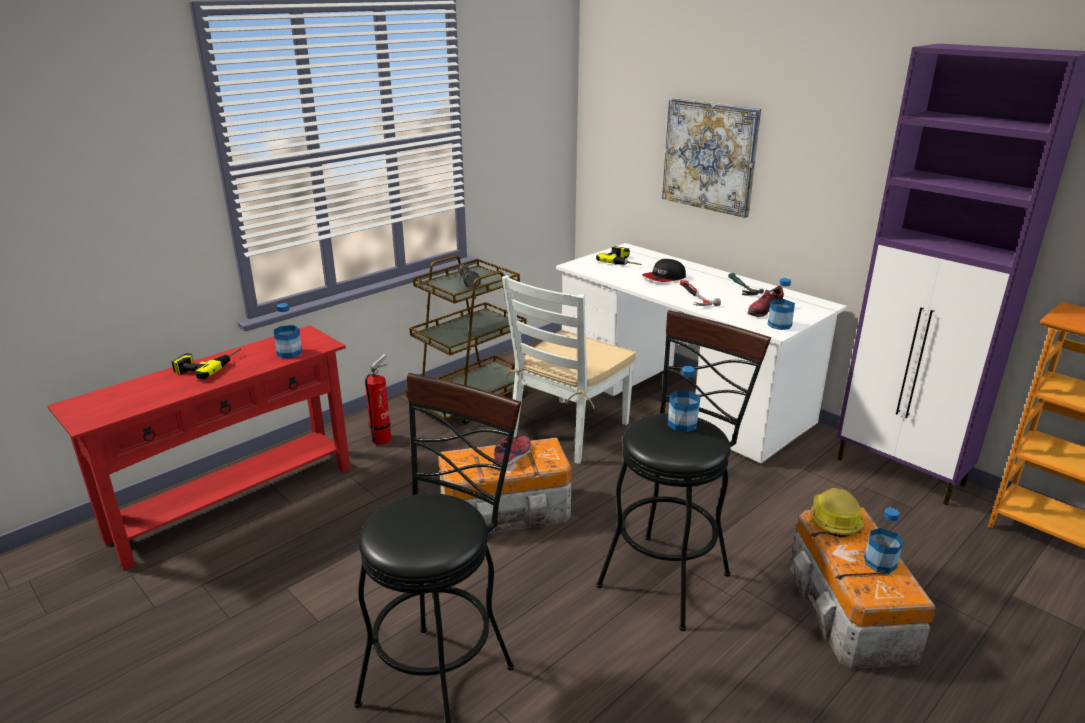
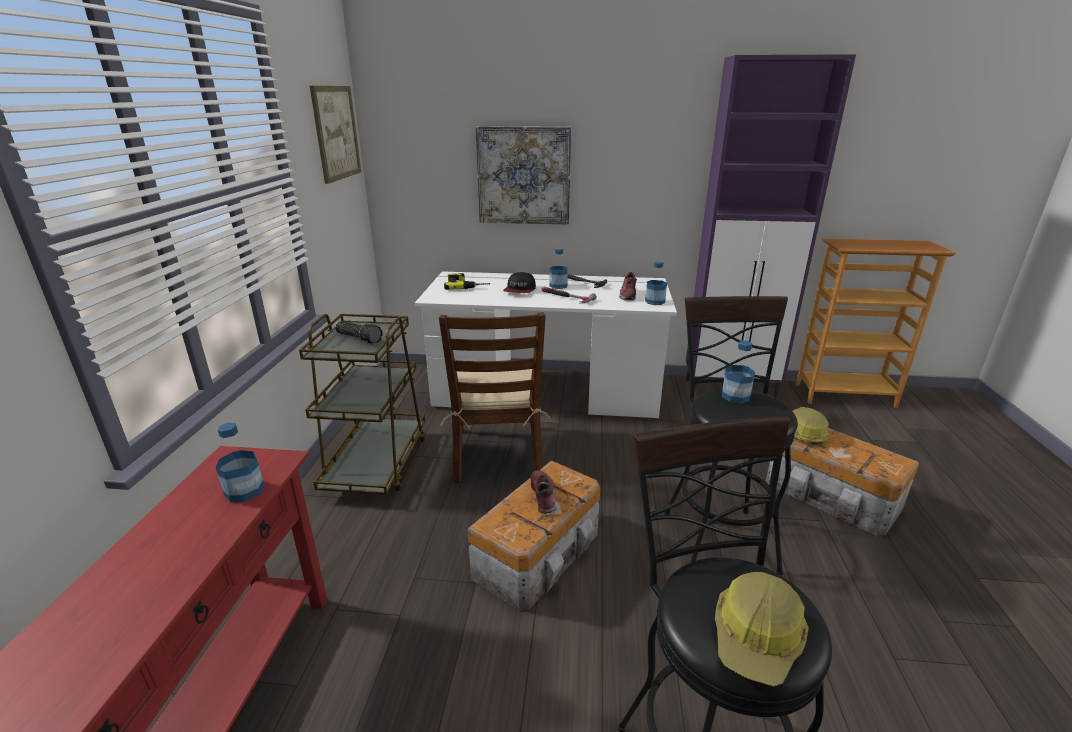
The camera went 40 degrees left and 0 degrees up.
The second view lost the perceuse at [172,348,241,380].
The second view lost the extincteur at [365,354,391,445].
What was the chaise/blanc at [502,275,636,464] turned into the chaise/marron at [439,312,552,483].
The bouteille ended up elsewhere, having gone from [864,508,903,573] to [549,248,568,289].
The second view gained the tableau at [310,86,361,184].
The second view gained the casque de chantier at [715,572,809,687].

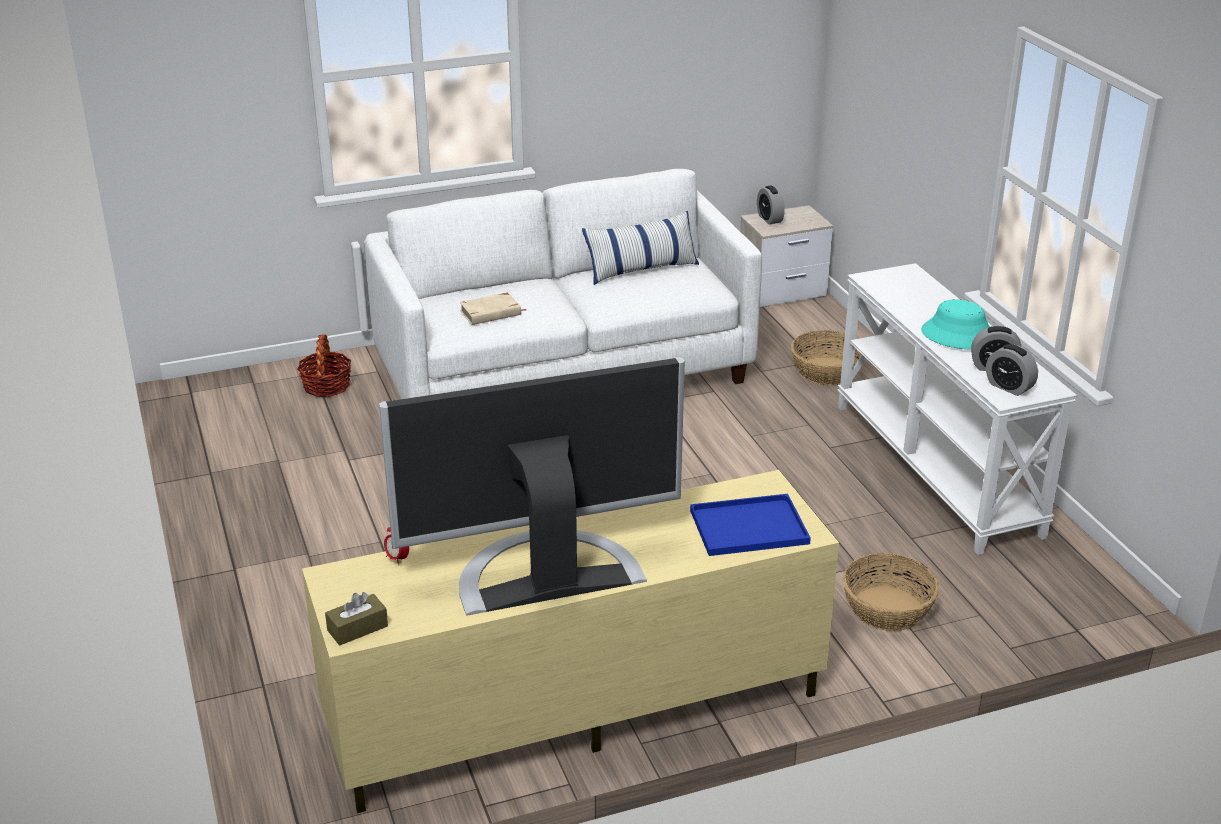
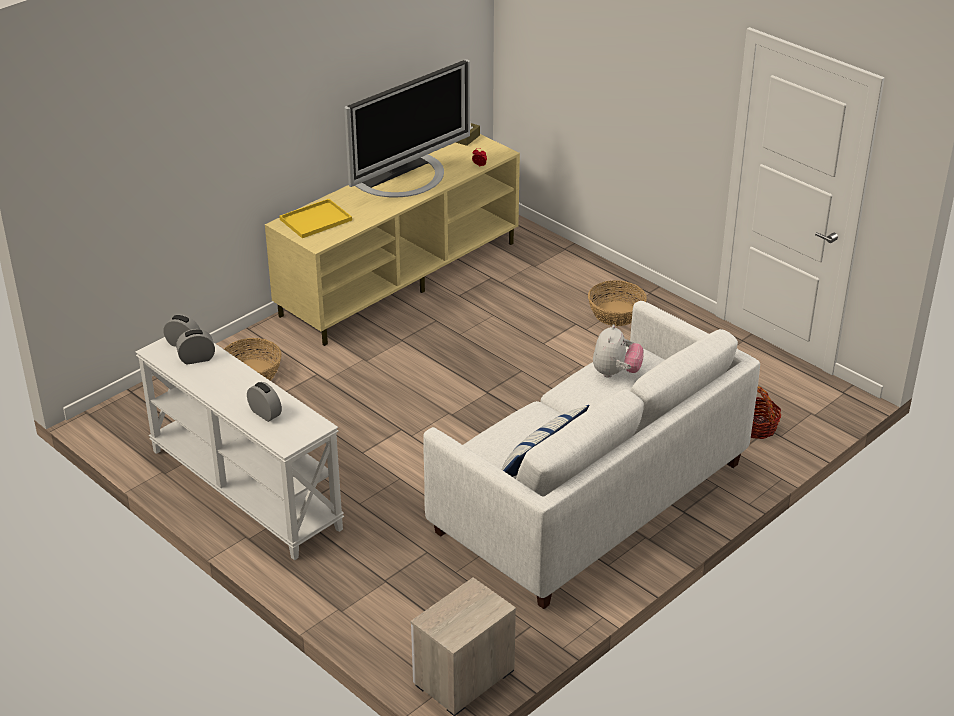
The camera went 155 degrees right and 5 degrees up.
Where the livre/beige stood at [460,292,526,325], the peluche came to stand at [593,324,644,378].
What was the plateau/bleu at [690,494,811,556] turned into the plateau/jaune at [279,199,352,238].
The réveil ended up elsewhere, having gone from [757,186,785,225] to [247,382,282,422].
The panier ended up elsewhere, having gone from [791,330,861,385] to [588,280,647,326].
The second view lost the chapeau/turquoise at [921,299,990,349].

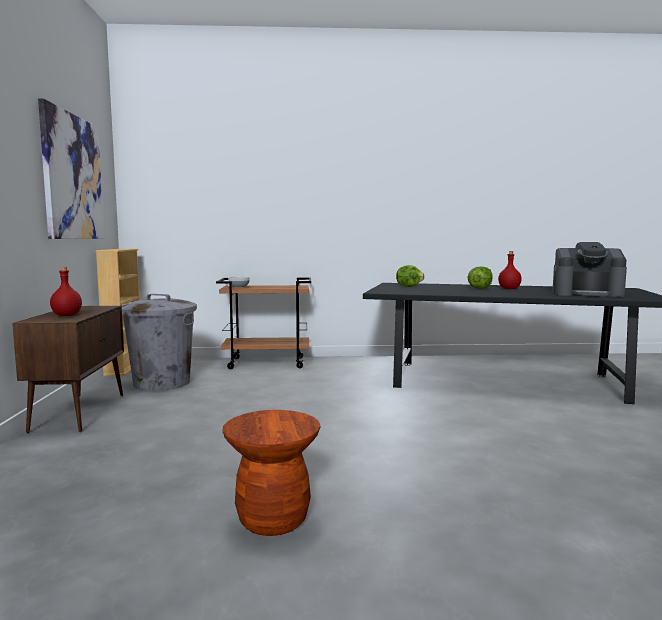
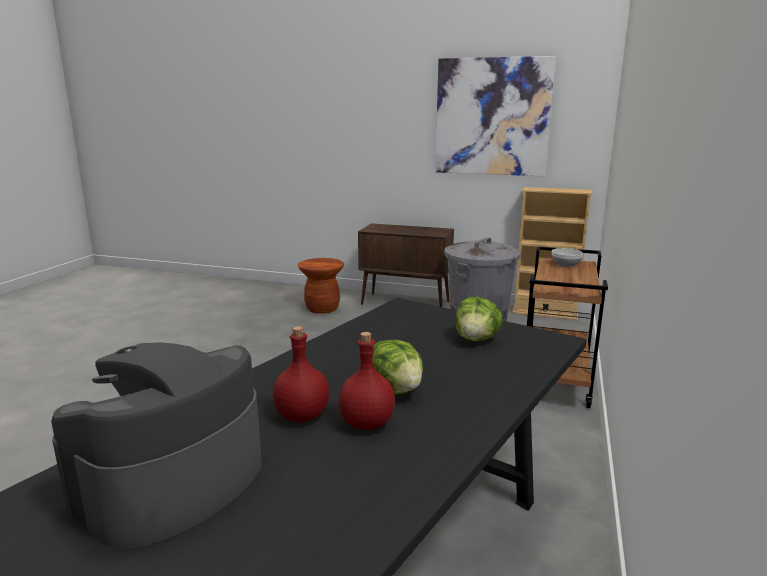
The camera went 110 degrees right and 10 degrees up.
The bouteille/rouge ended up elsewhere, having gone from [50,267,82,316] to [273,326,330,423].
The tabouret/marron ended up elsewhere, having gone from [223,410,320,536] to [298,258,344,314].

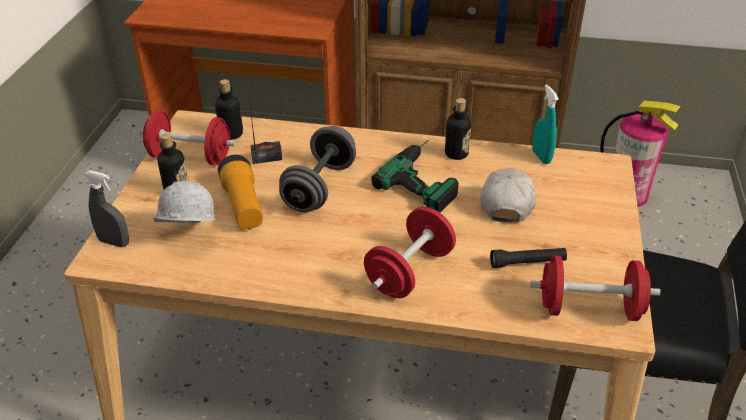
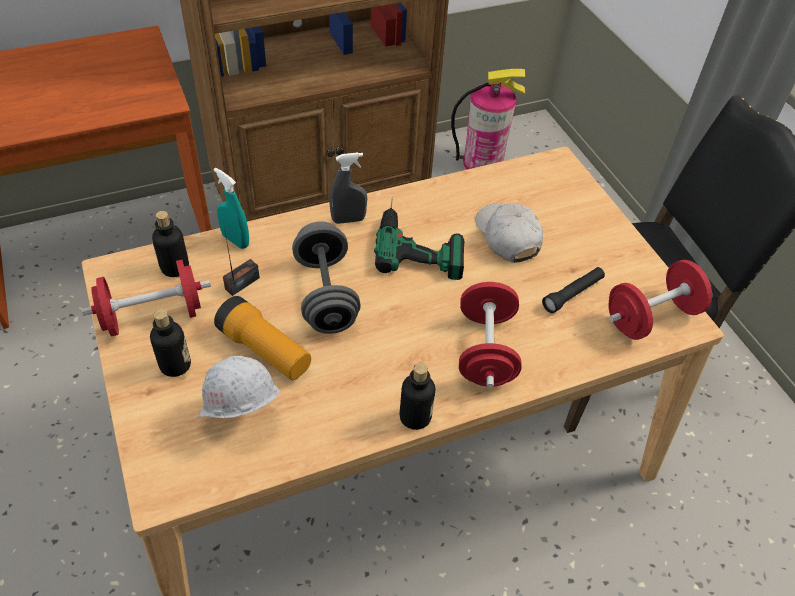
The camera went 35 degrees left and 10 degrees up.
The vaporisateur/gris ended up elsewhere, having gone from [84,170,129,247] to [329,152,367,224].
The bouteille ended up elsewhere, having gone from [445,98,471,160] to [399,363,435,430].
The vaporisateur/turquoise ended up elsewhere, having gone from [532,84,559,164] to [214,168,249,249].

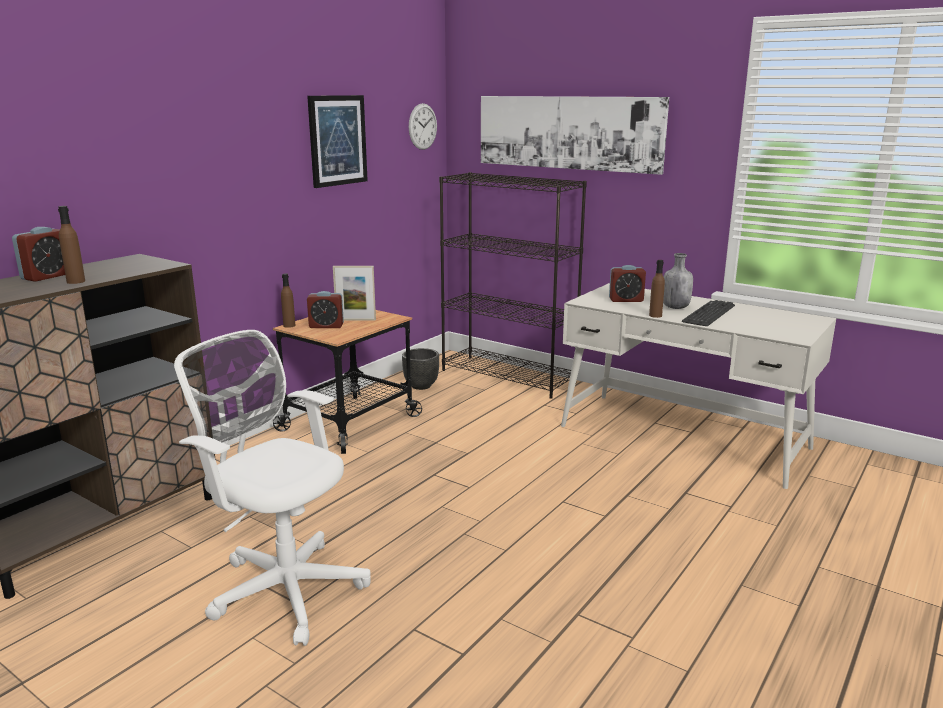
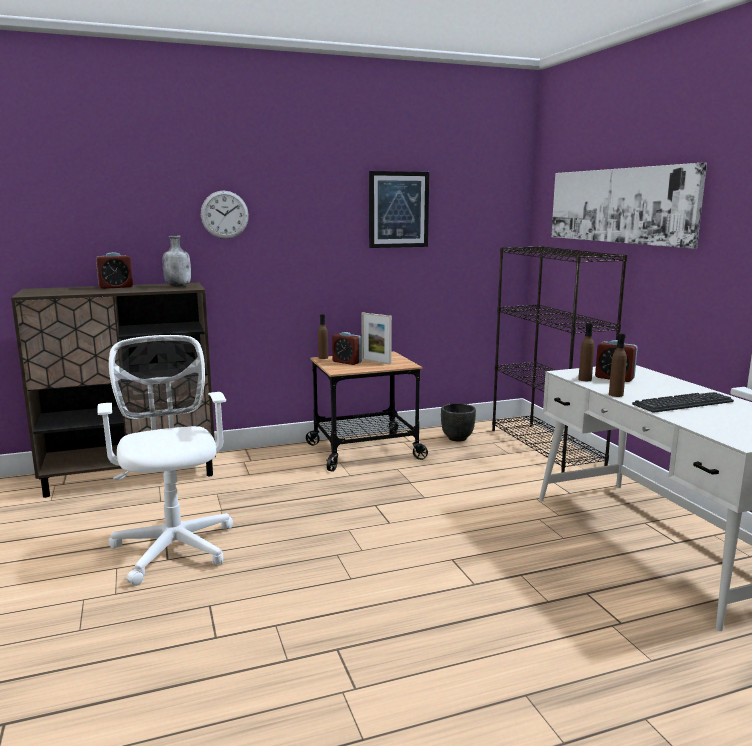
The camera went 35 degrees right and 5 degrees down.
The bouteille/marron ended up elsewhere, having gone from [58,206,85,284] to [578,323,594,381].
The horloge murale ended up elsewhere, having gone from [409,103,437,150] to [201,190,249,239].
The bouteille/gris ended up elsewhere, having gone from [663,253,693,309] to [162,235,191,287].

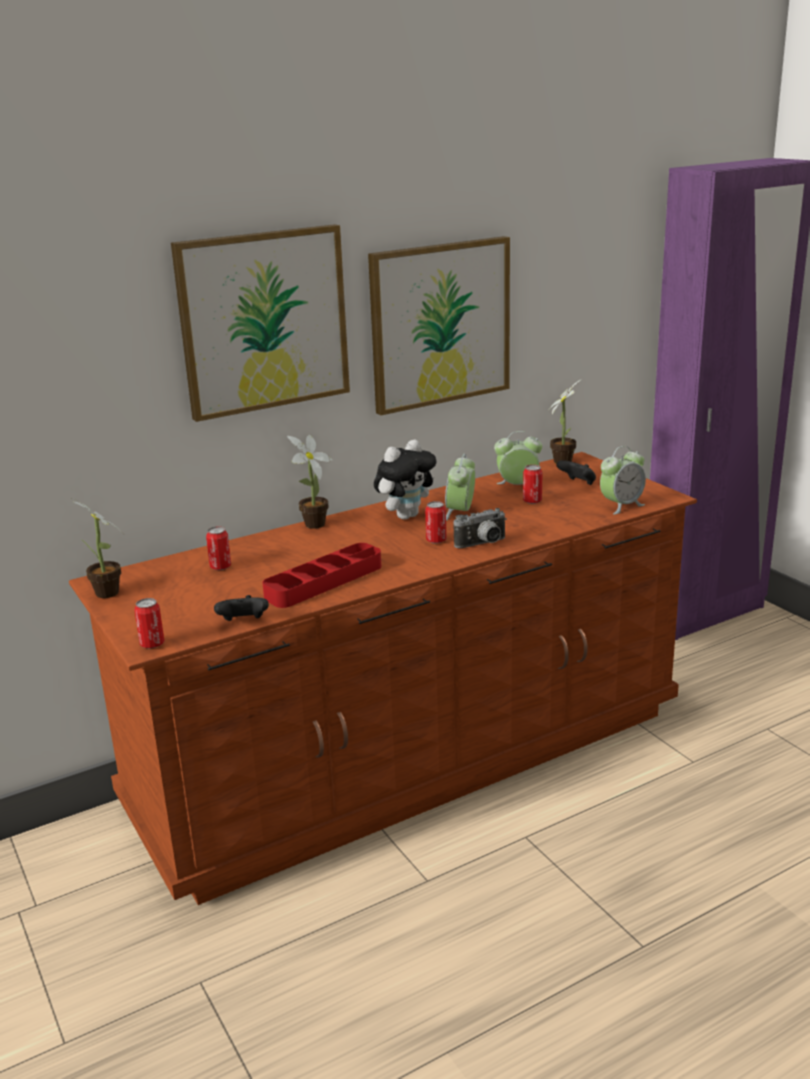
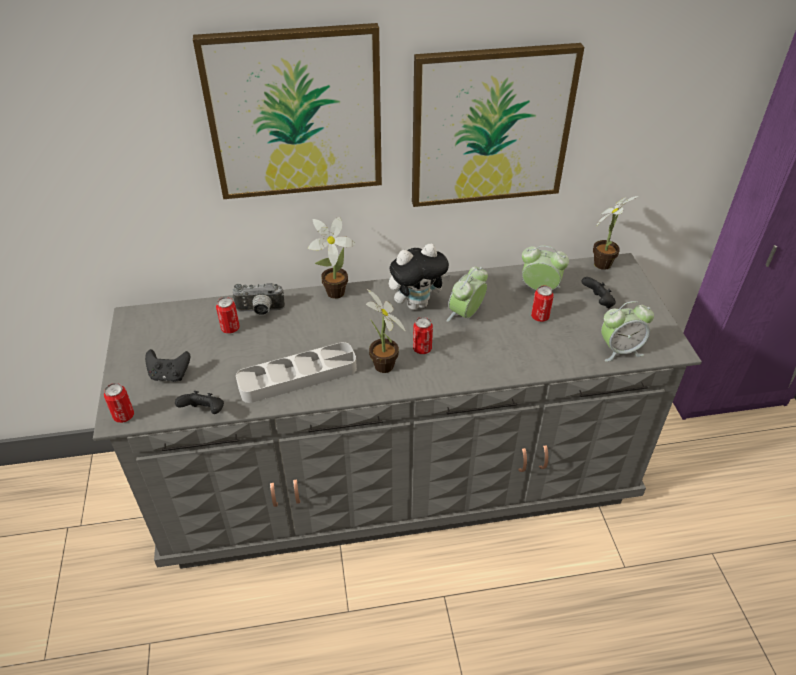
The camera went 20 degrees right and 20 degrees up.
What was the commode/marron at [69,452,697,905] turned into the commode/gris at [93,253,702,569].
The plante en pot ended up elsewhere, having gone from [72,498,121,598] to [366,288,406,373].
What was the plateau/rouge at [262,543,381,608] turned into the plateau/gris at [236,342,357,403].
The appareil photo ended up elsewhere, having gone from [454,508,507,548] to [232,283,285,316].
The second view gained the manette/noir at [145,349,190,382].

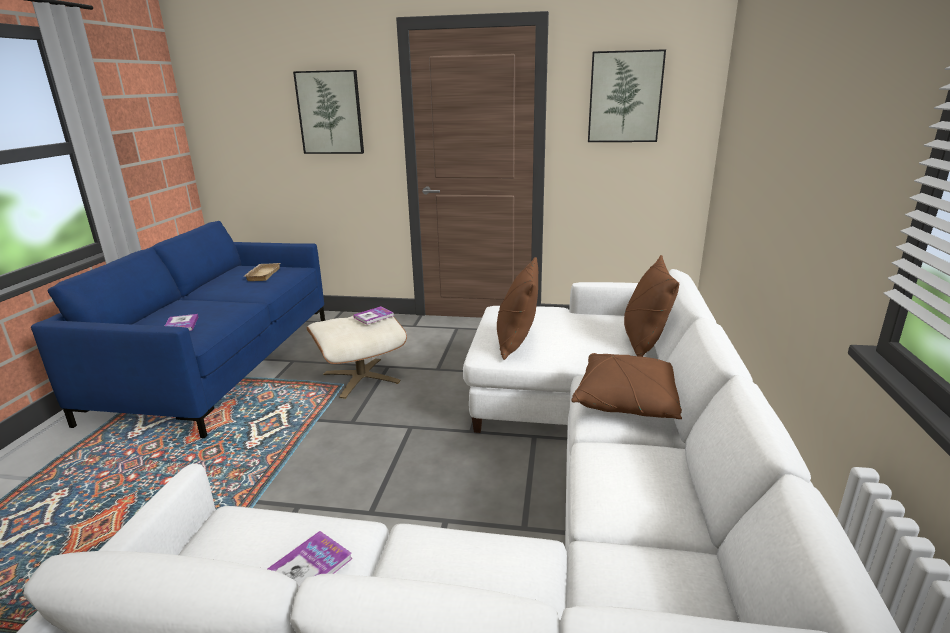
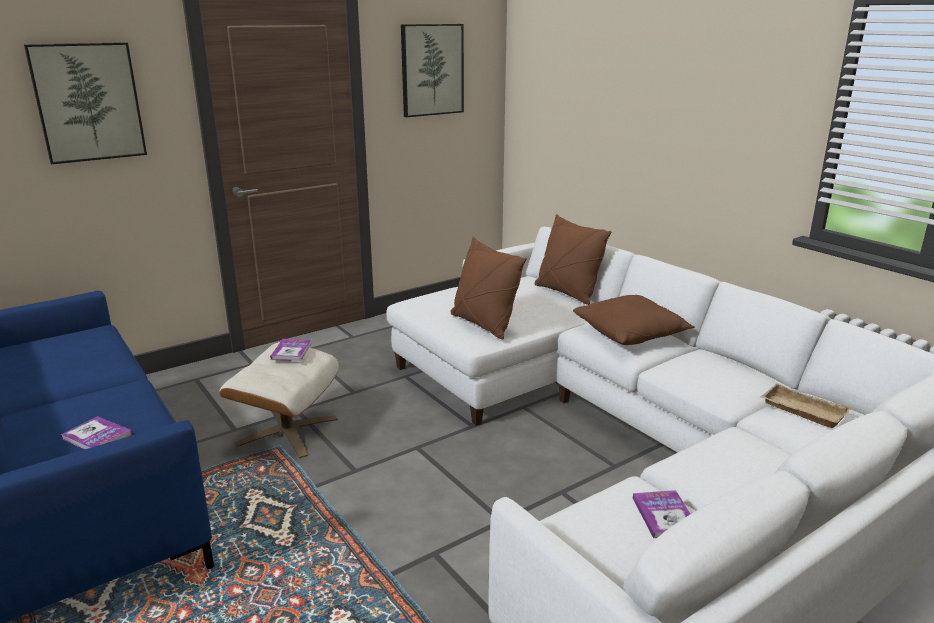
The camera went 45 degrees left and 0 degrees up.
The plateau/beige ended up elsewhere, having gone from [244,263,280,281] to [761,383,852,428].

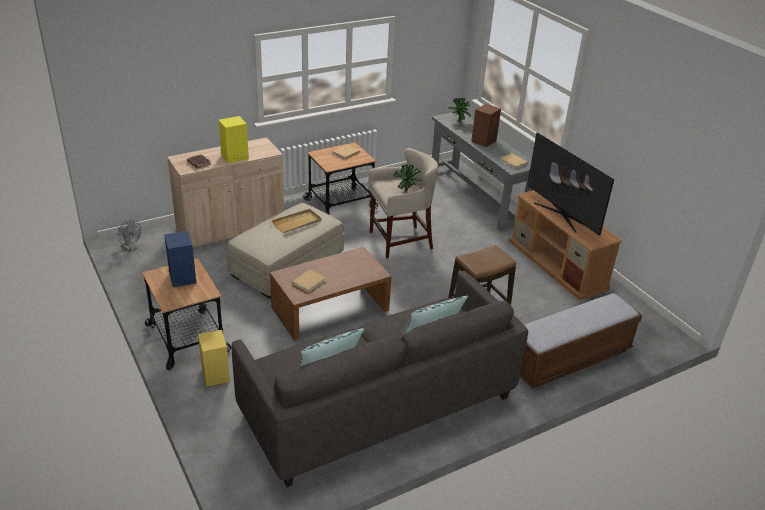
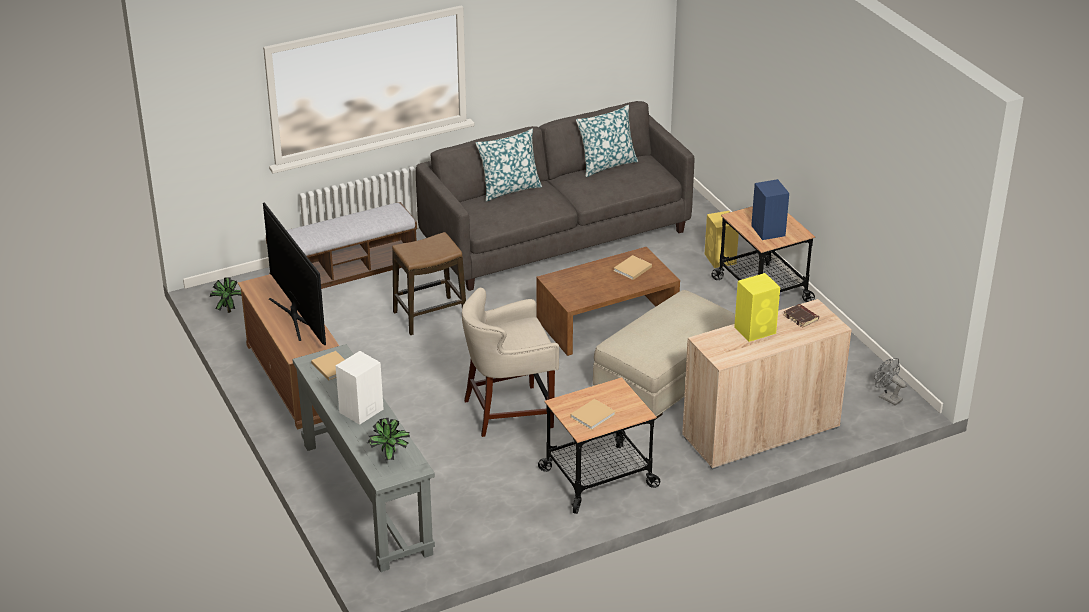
The camera went 175 degrees left and 0 degrees up.
The second view lost the plateau/beige at [272,209,321,233].
The plante en pot ended up elsewhere, having gone from [393,164,421,192] to [210,277,242,313].
What was the enceinte/marron at [471,104,501,147] turned into the enceinte/blanc at [336,351,384,425].

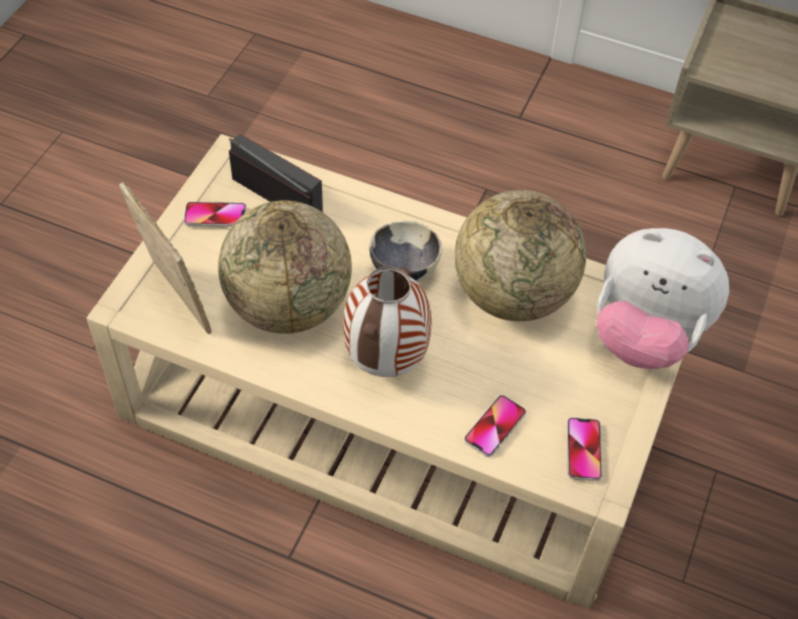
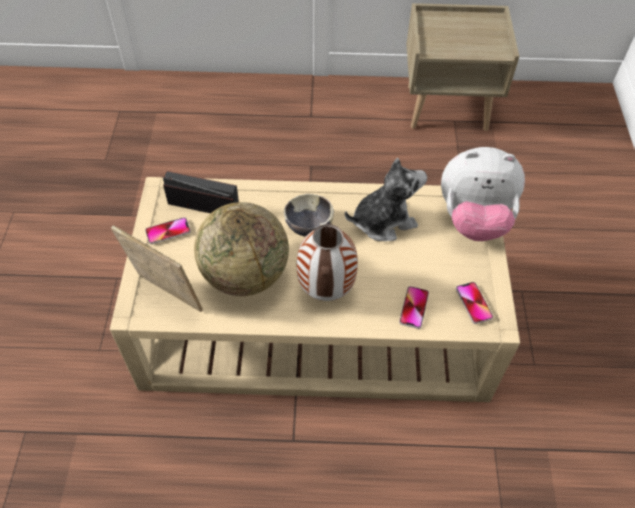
The camera went 20 degrees left and 0 degrees up.
Where the globe stood at [454,190,586,322], the peluche came to stand at [345,158,427,241].

